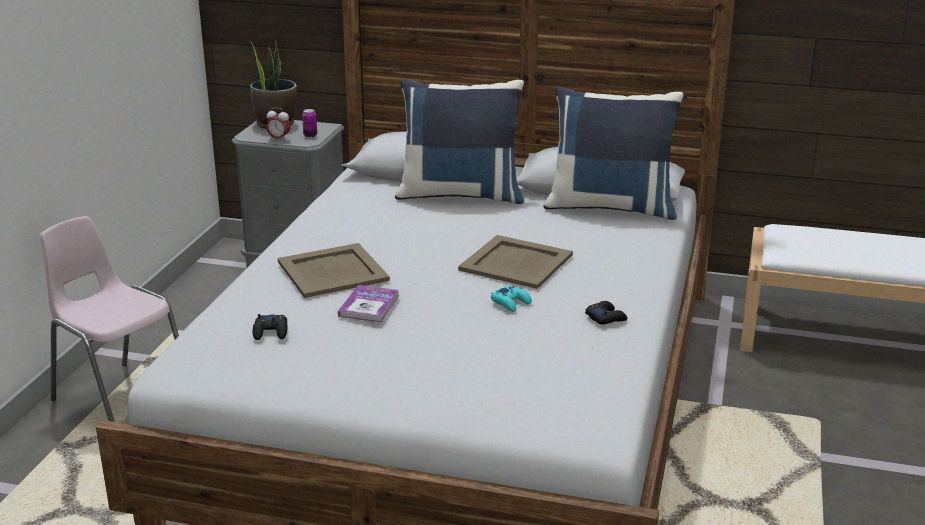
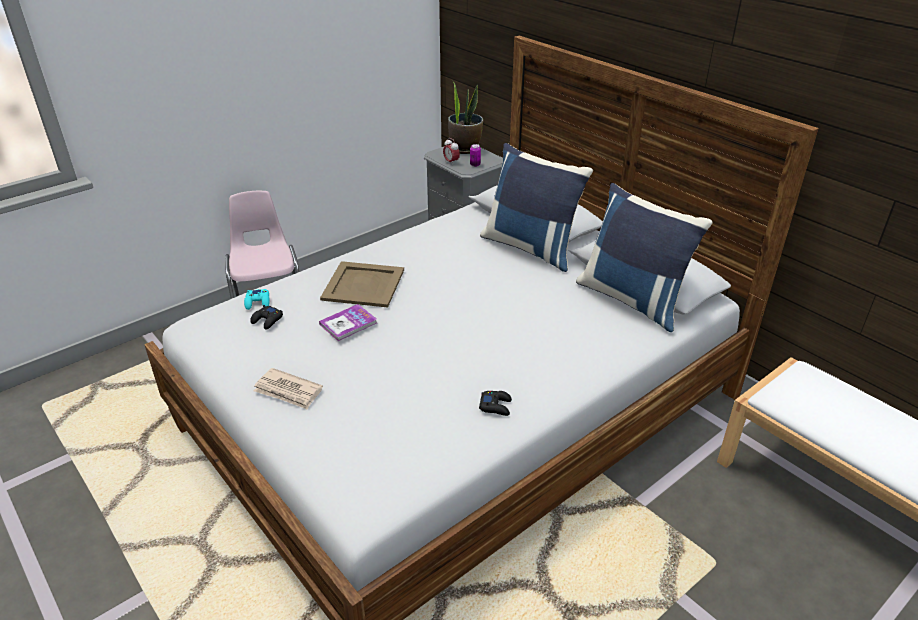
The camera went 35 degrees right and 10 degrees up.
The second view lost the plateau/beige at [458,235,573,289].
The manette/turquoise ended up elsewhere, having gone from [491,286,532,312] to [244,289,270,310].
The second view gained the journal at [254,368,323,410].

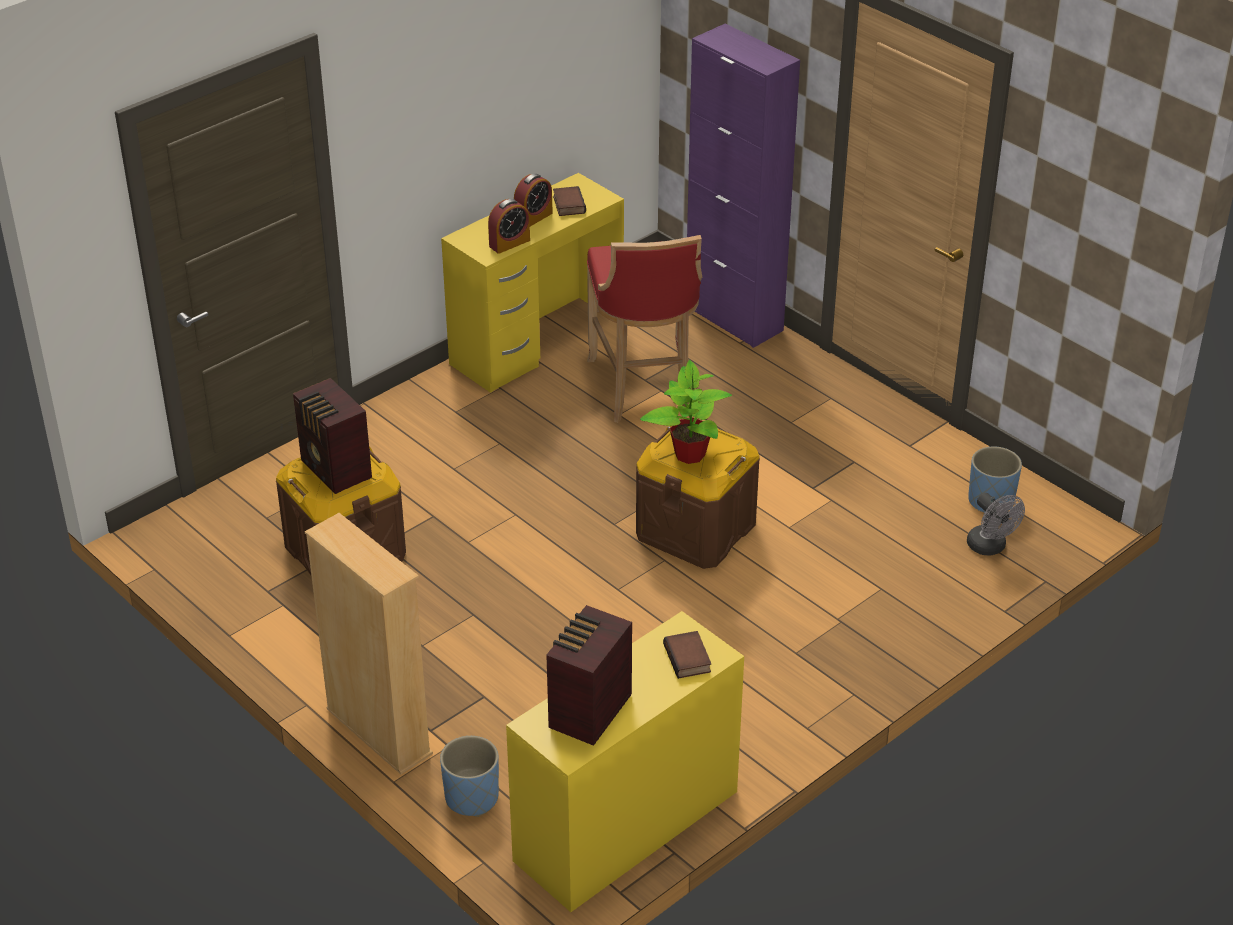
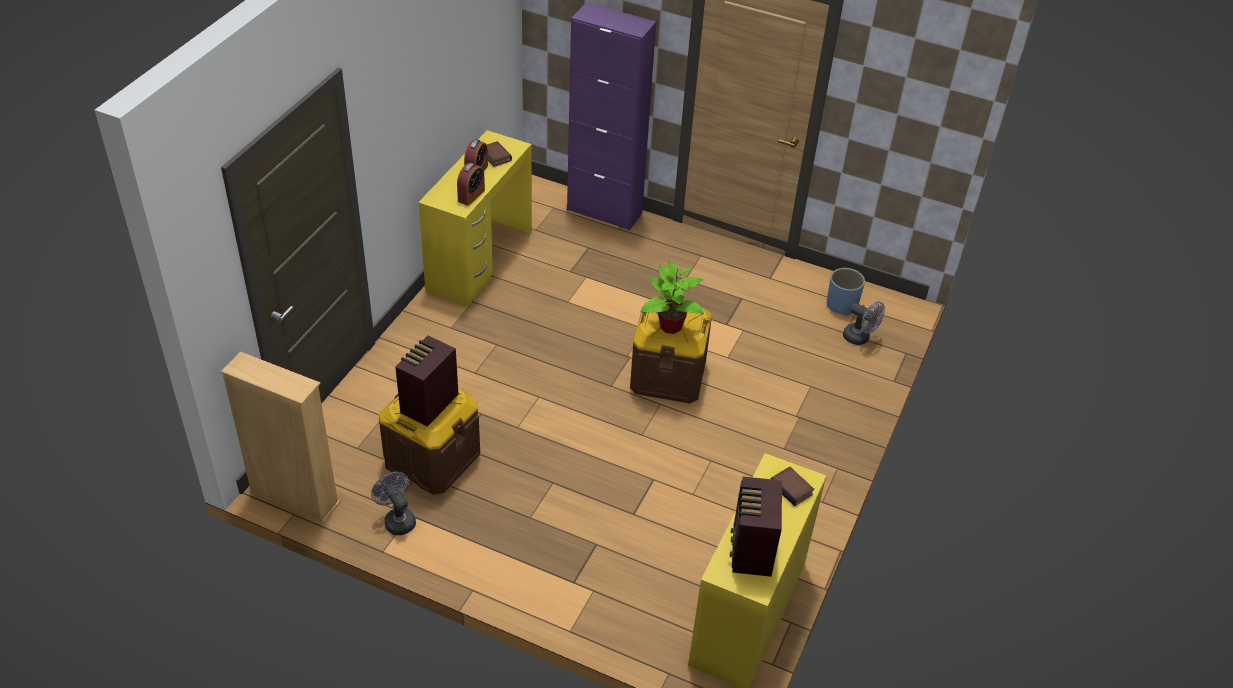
The camera went 25 degrees left and 5 degrees up.
The radio at [293,378,372,494] ended up facing another way, 90 degrees clockwise from before.
The bibliothèque/beige ended up elsewhere, having gone from [305,513,433,774] to [221,351,340,523].
The second view lost the cache-pot/bleu at [440,736,499,817].
The second view lost the tabouret/rouge at [587,235,702,423].
The second view gained the ventilateur/gris at [371,472,416,535].

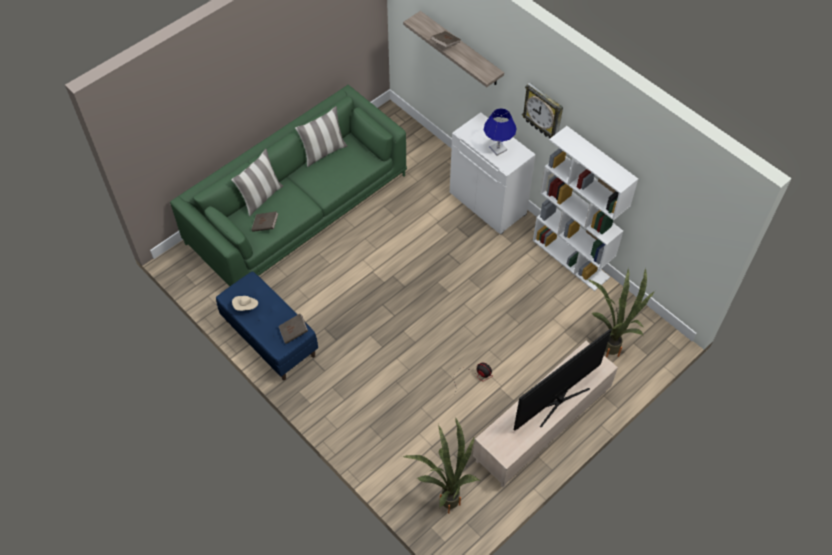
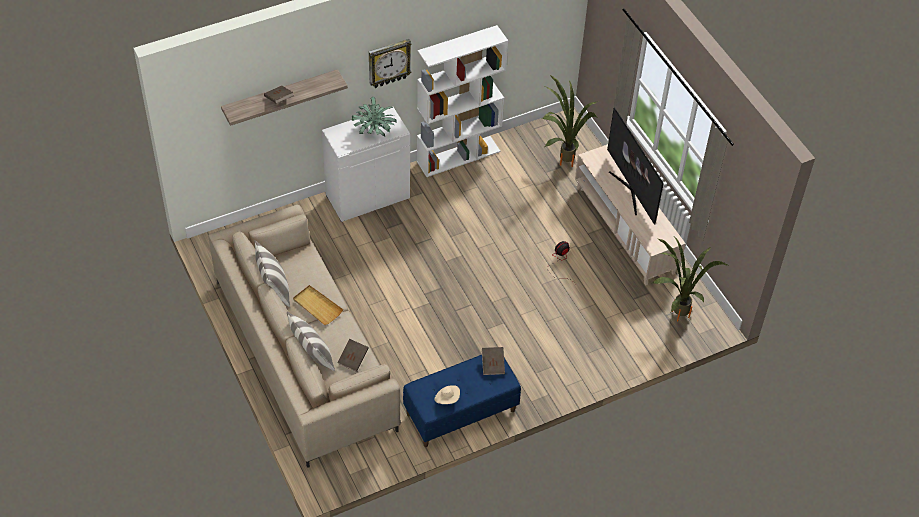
The camera went 75 degrees left and 5 degrees down.
What was the canapé/vert at [170,85,407,286] turned into the canapé/beige at [208,205,401,468].
Where the lampe de table/bleu stood at [484,108,517,156], the plante en pot came to stand at [352,97,397,136].
The second view gained the plateau/beige at [293,285,343,325].

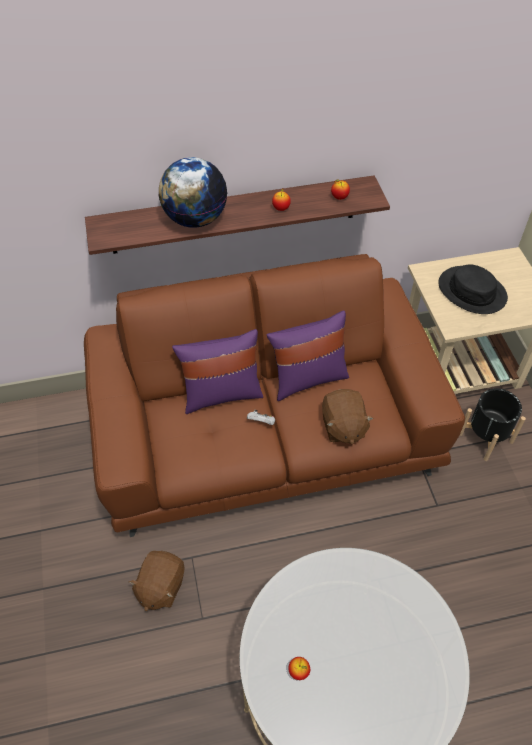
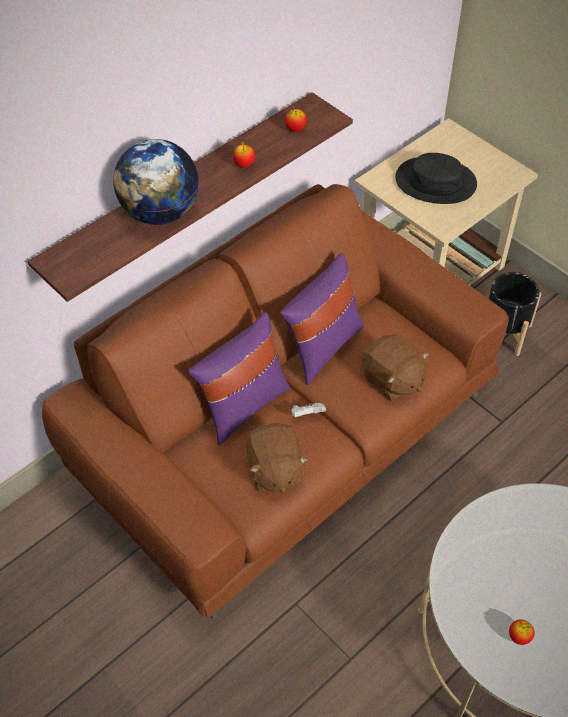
The camera went 30 degrees left and 0 degrees up.
The peluche/marron ended up elsewhere, having gone from [129,551,184,611] to [246,423,308,494].

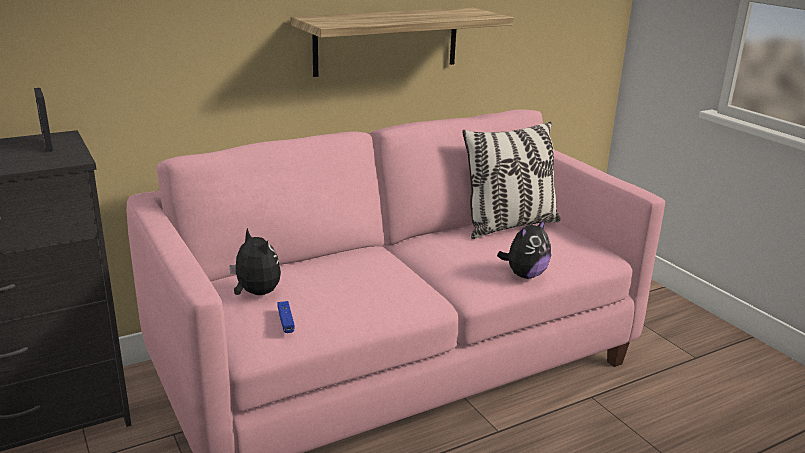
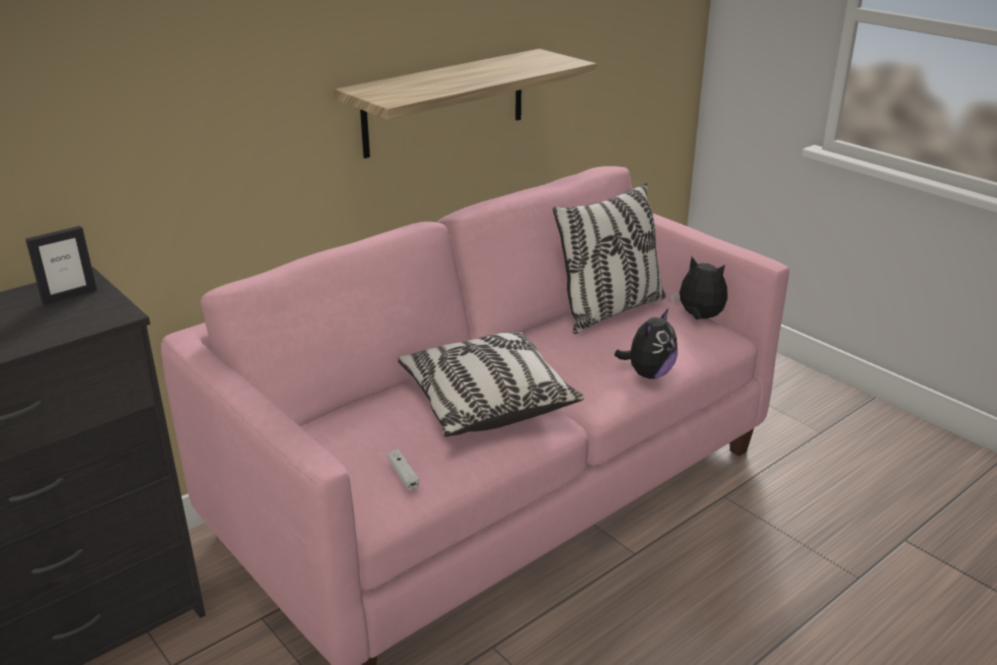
The camera went 10 degrees left and 5 degrees up.
The cadre photo at [34,88,53,152] ended up facing another way, 90 degrees clockwise from before.
The peluche ended up elsewhere, having gone from [229,228,281,295] to [671,256,728,320].
What was the manette/bleu at [278,301,295,333] turned into the manette/blanc at [387,449,419,490].
The second view gained the coussin at [398,331,584,437].

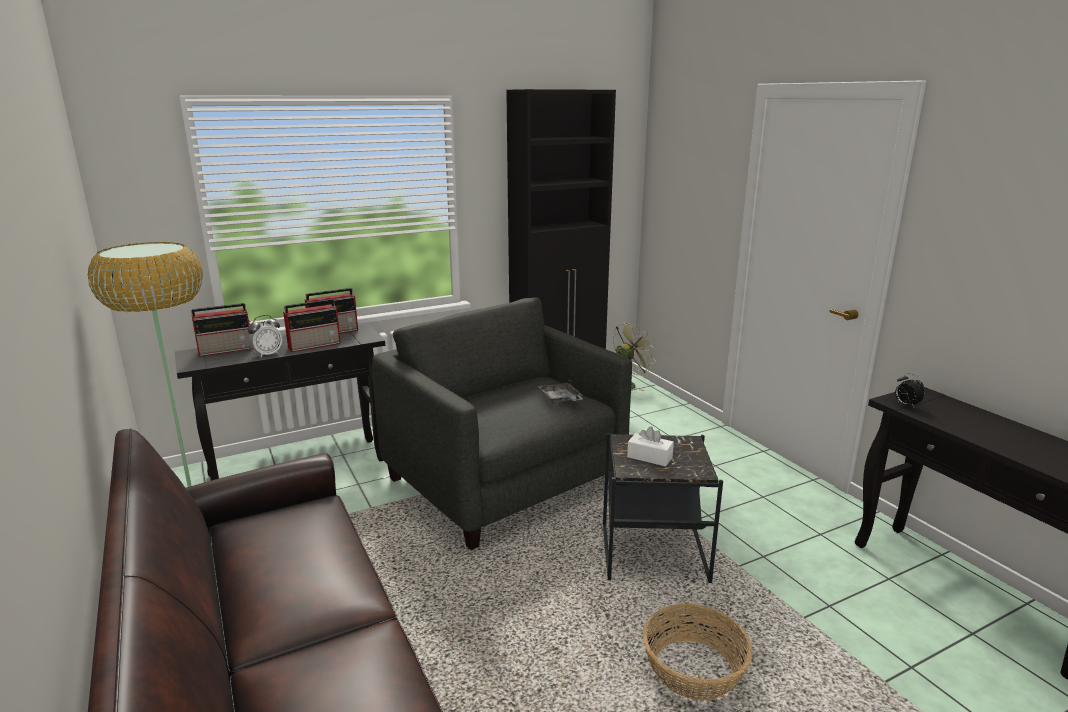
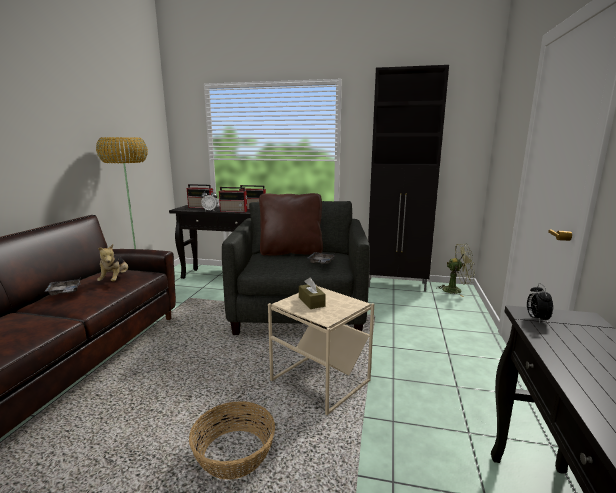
The camera went 40 degrees right and 5 degrees down.
What was the table d'appoint/noir at [603,433,723,583] turned into the table d'appoint/beige at [268,284,374,415].
What was the boîte à mouchoirs/blanc at [627,427,674,466] turned into the boîte à mouchoirs/marron at [299,278,326,309].
The second view gained the plateau/gris at [44,279,81,295].
The second view gained the peluche at [97,244,128,282].
The second view gained the coussin/marron at [259,193,323,256].

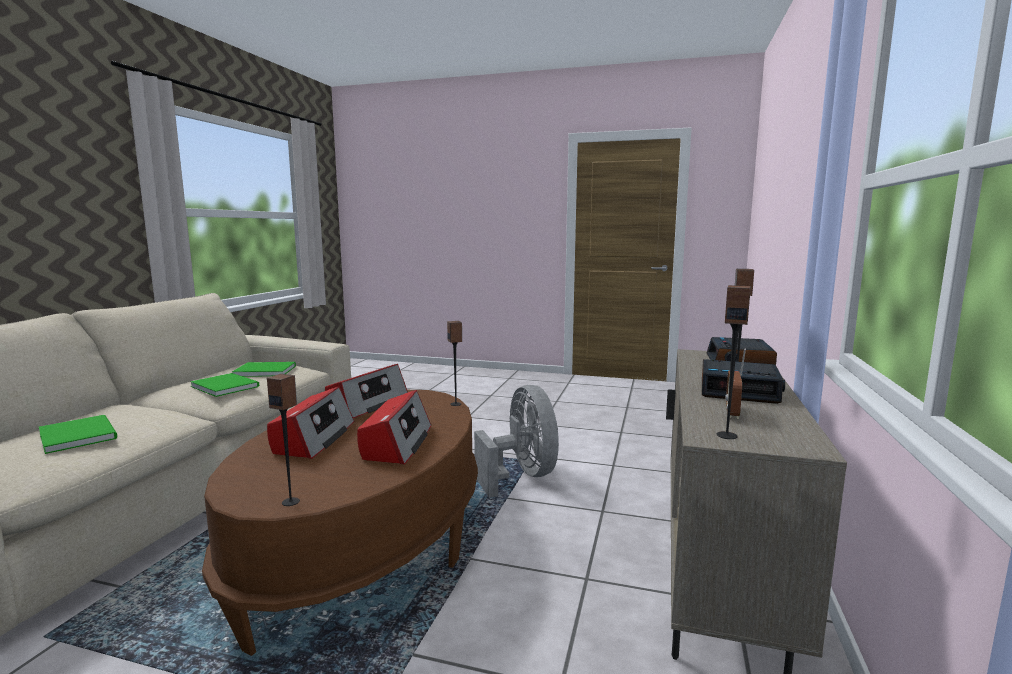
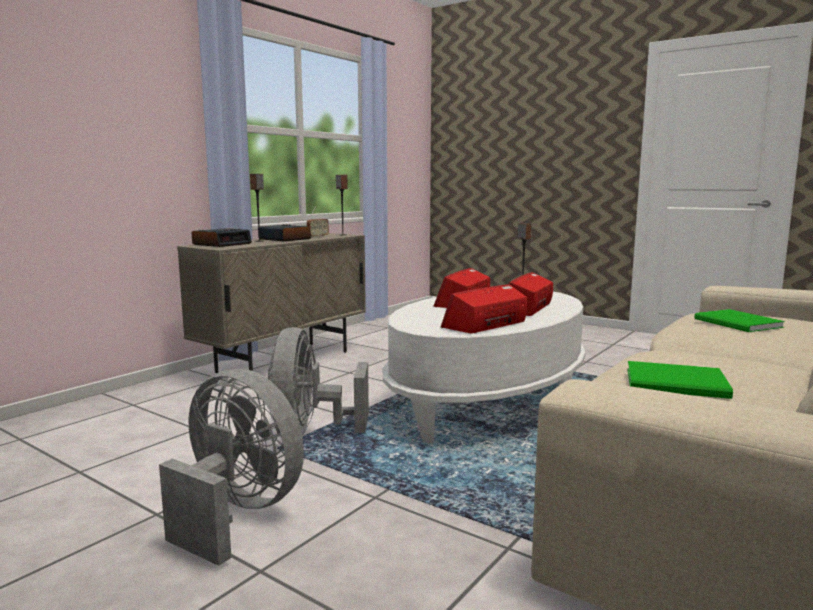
The camera went 160 degrees left and 0 degrees up.
The second view lost the livre/vert at [190,373,259,397].
What was the table basse/marron at [202,390,478,656] turned into the table basse/blanc at [383,292,586,444].
The second view lost the enceinte at [447,321,462,406].
The second view gained the ventilateur/gris at [159,369,304,566].

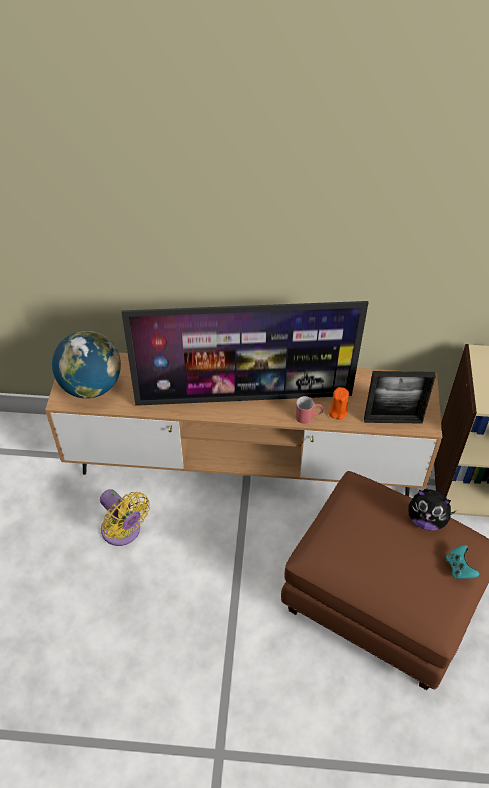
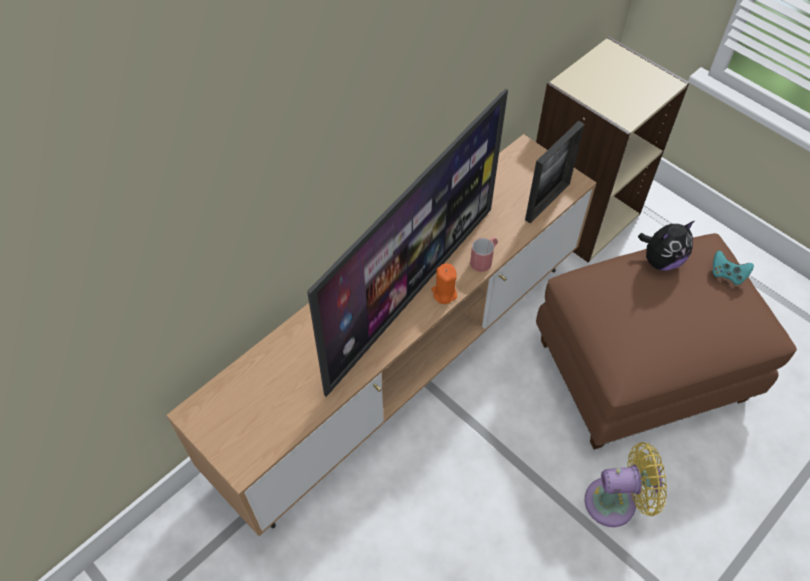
The camera went 50 degrees left and 5 degrees up.
The second view lost the globe at [52,331,121,399].
The ventilateur/jaune ended up elsewhere, having gone from [100,489,150,546] to [585,442,667,527].
The bougie/orange ended up elsewhere, having gone from [329,387,349,420] to [432,263,457,304].

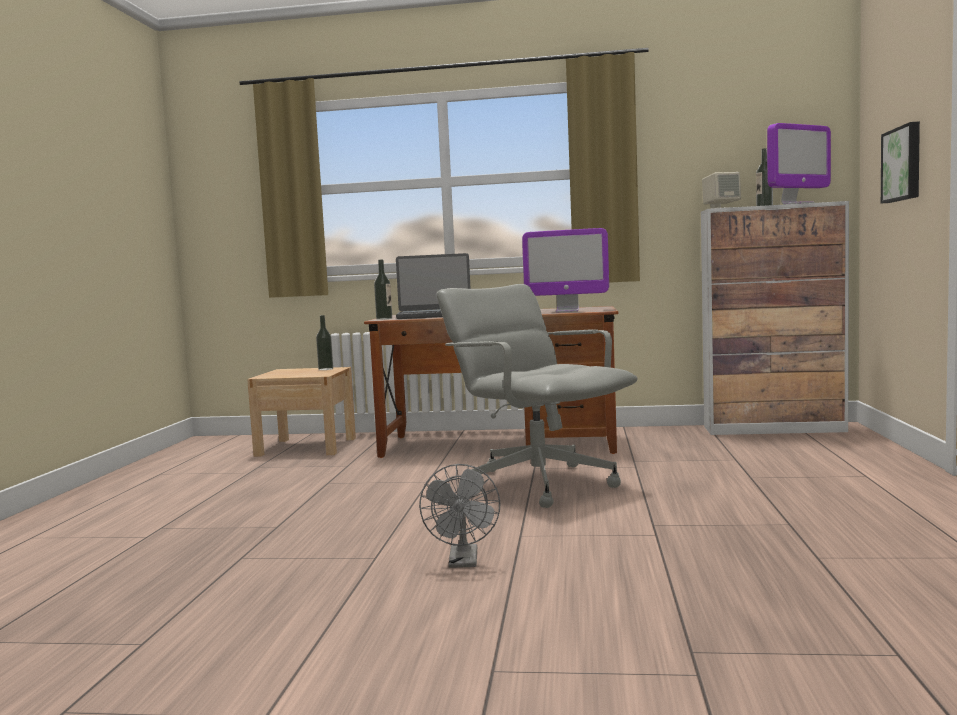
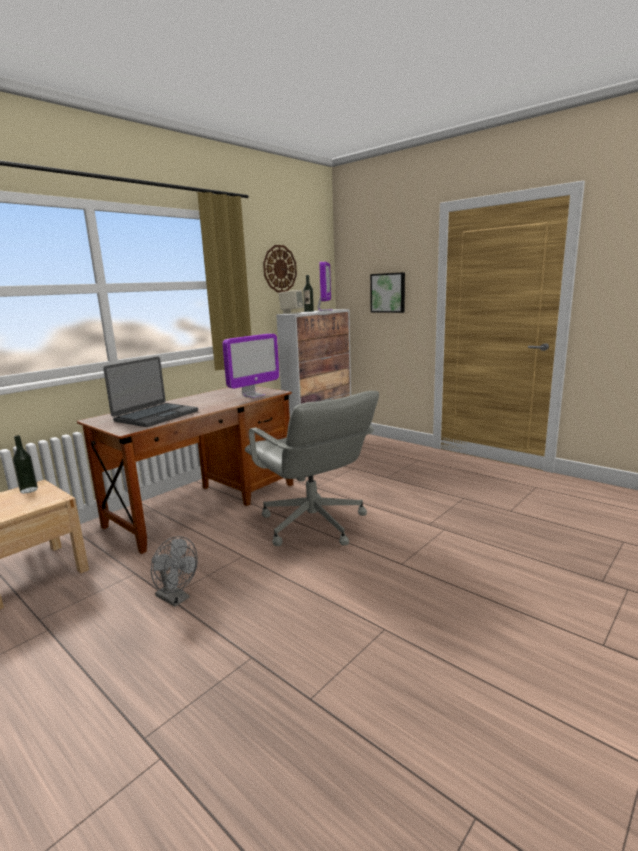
The camera went 55 degrees left and 10 degrees up.
The second view lost the bouteille at [374,259,392,320].
The ventilateur/gris ended up elsewhere, having gone from [419,464,500,568] to [151,536,198,607].
The chaise de bureau/gris at [437,284,638,508] ended up facing another way, 120 degrees counterclockwise from before.
The second view gained the horloge murale at [263,245,297,293].

